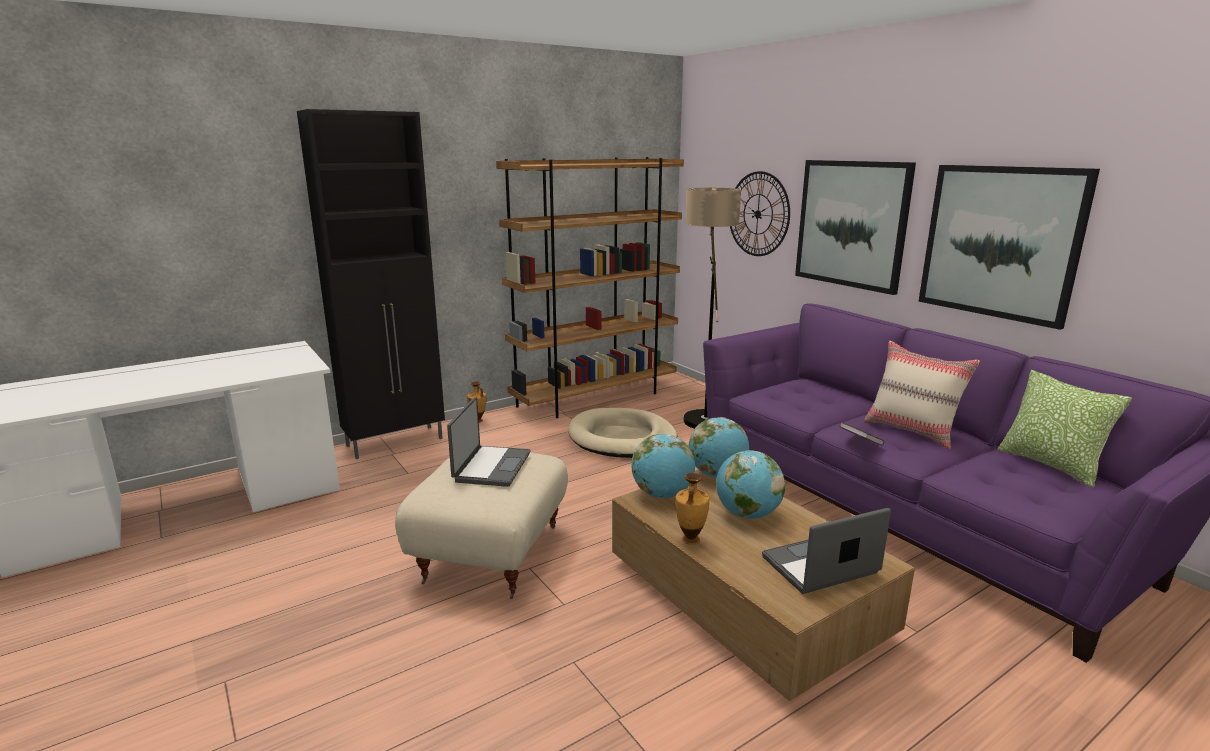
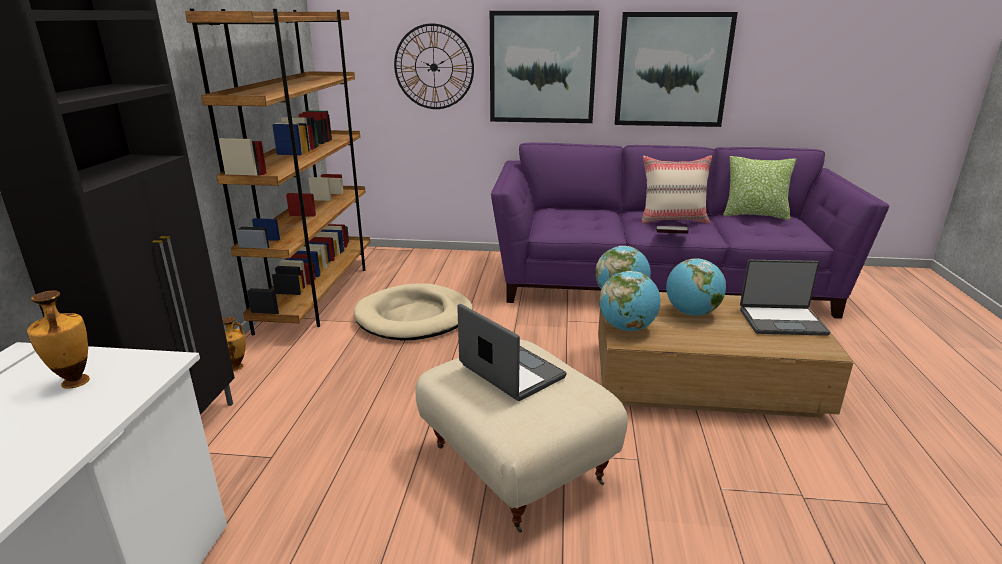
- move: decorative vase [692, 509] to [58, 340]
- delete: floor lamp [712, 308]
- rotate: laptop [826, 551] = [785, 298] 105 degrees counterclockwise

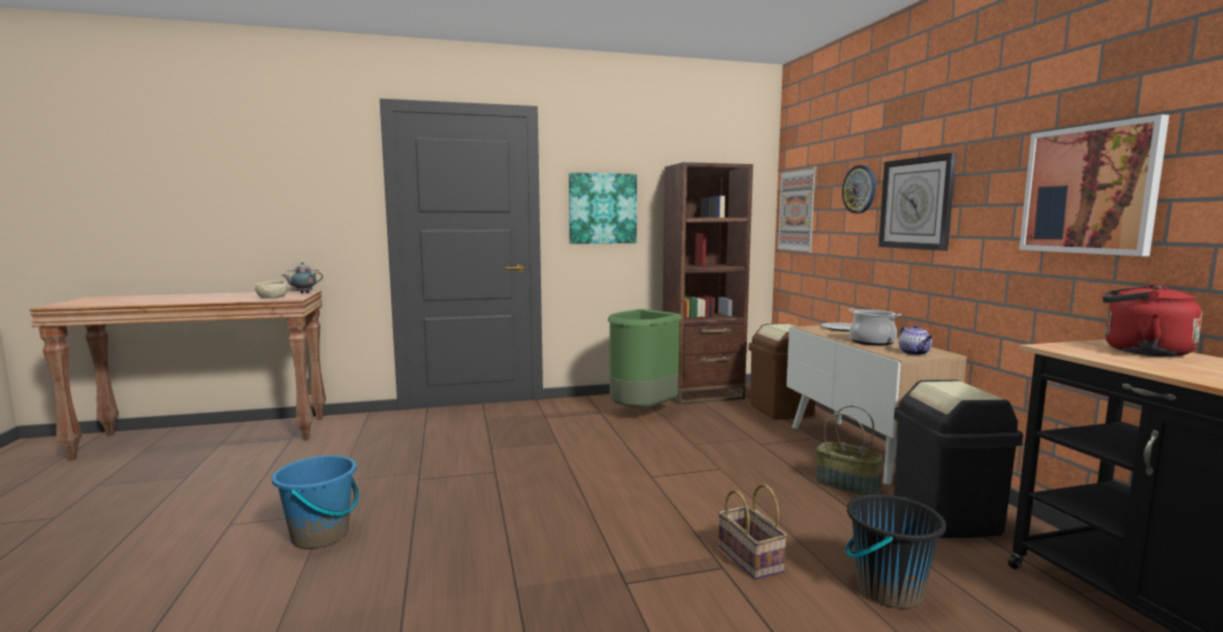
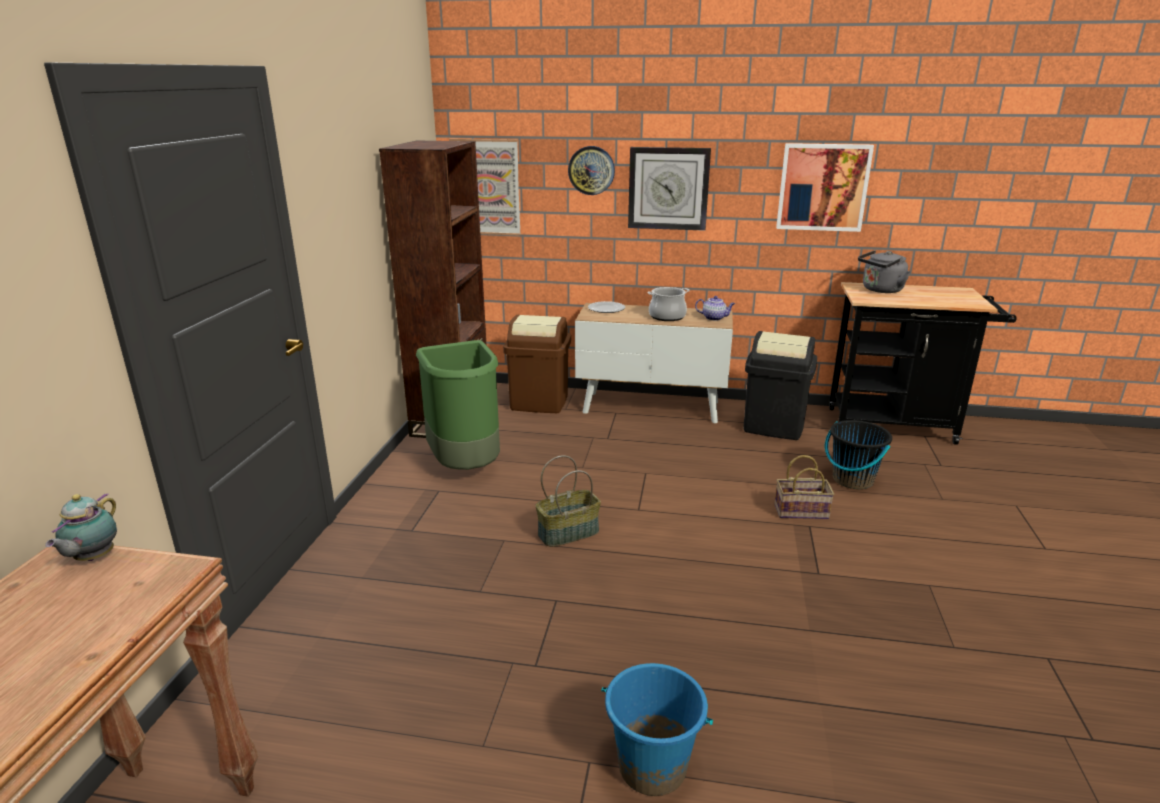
- delete: serving bowl (beige-coloured) [271, 289]
- delete: wall picture [603, 208]
- move: storage basket [850, 450] to [568, 501]
- recolor: water kettle (red-coloured) [1152, 320] to water kettle (grey) [884, 271]

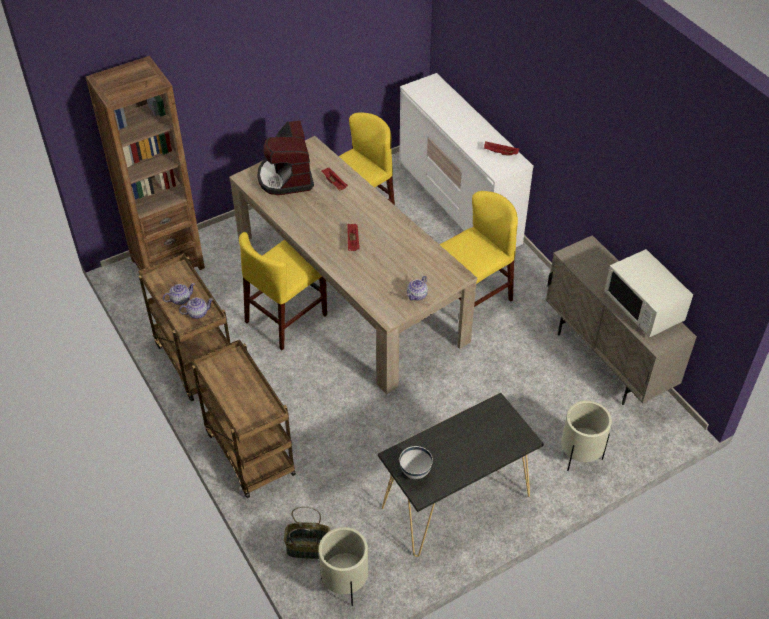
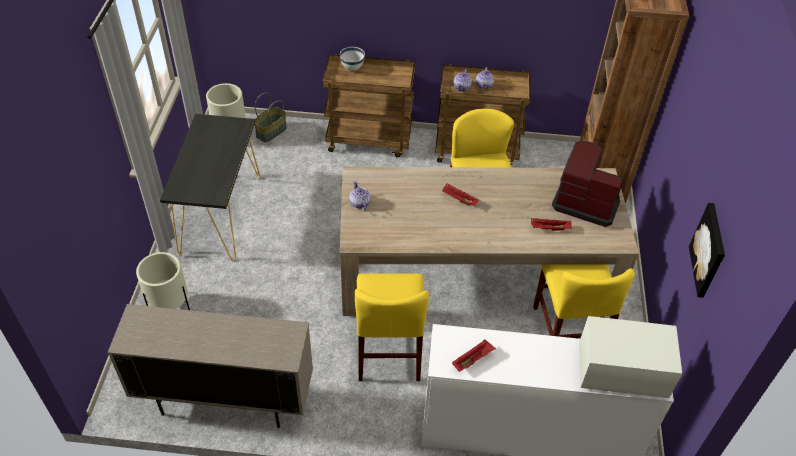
- move: serving bowl (white) [416, 462] to [352, 59]
- move: kitchen microwave (white) [648, 293] to [630, 357]
- insert: wall picture [707, 250]

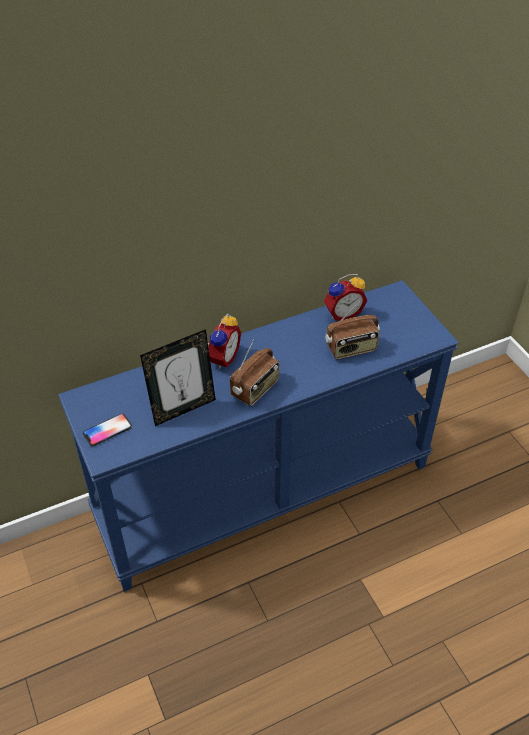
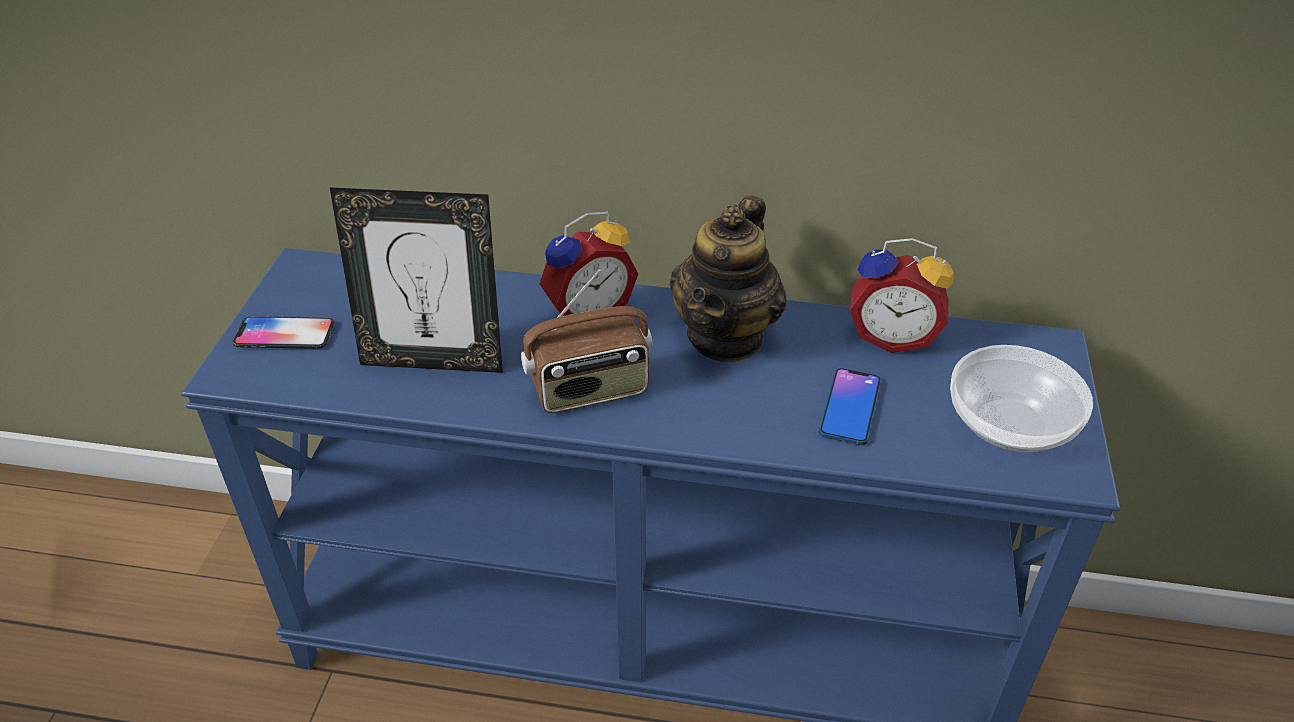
- replace: radio set [352, 329] to telephone [850, 406]
- insert: pot for tea [728, 278]
- insert: serving bowl [1021, 398]

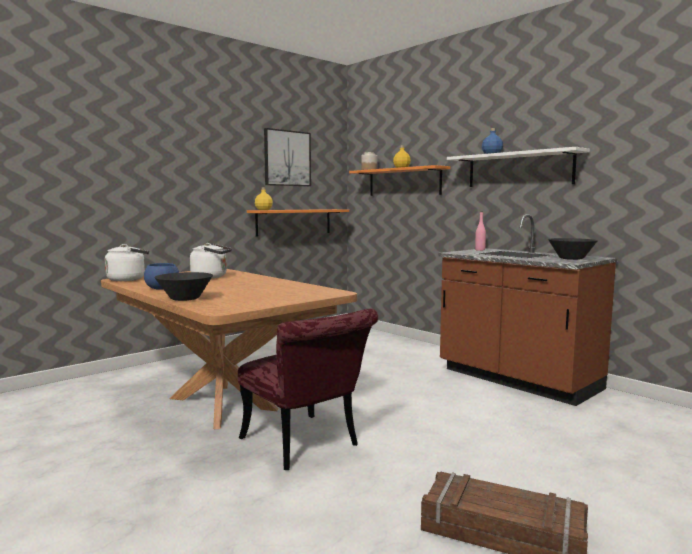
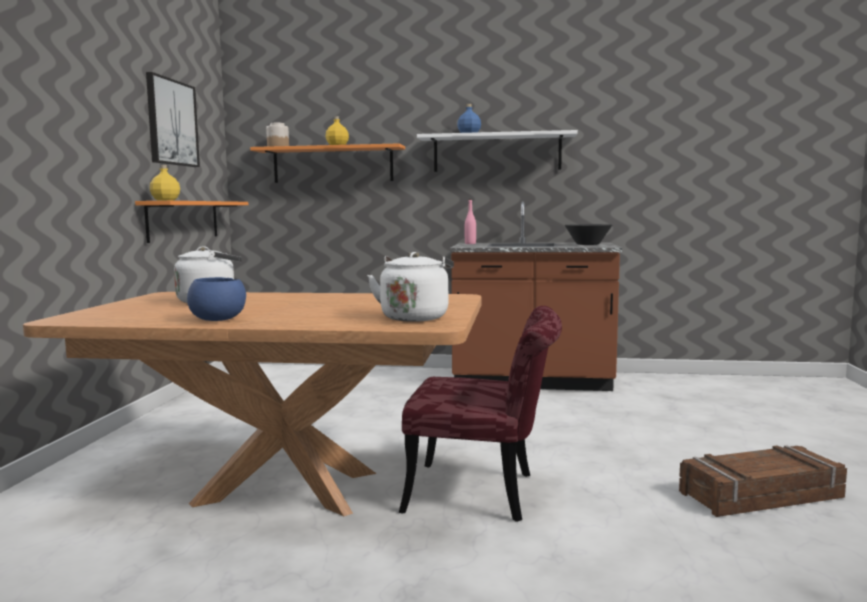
- move: water kettle (white) [127, 262] to [410, 287]
- delete: serving bowl (black-coloured) [183, 286]

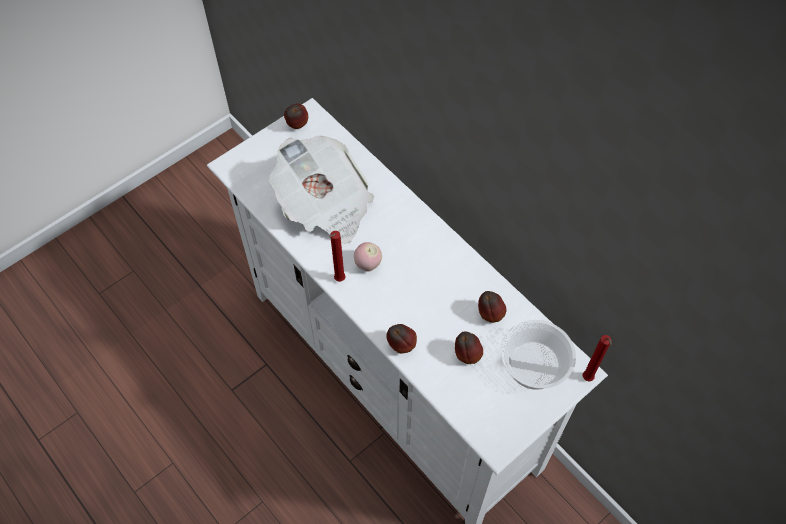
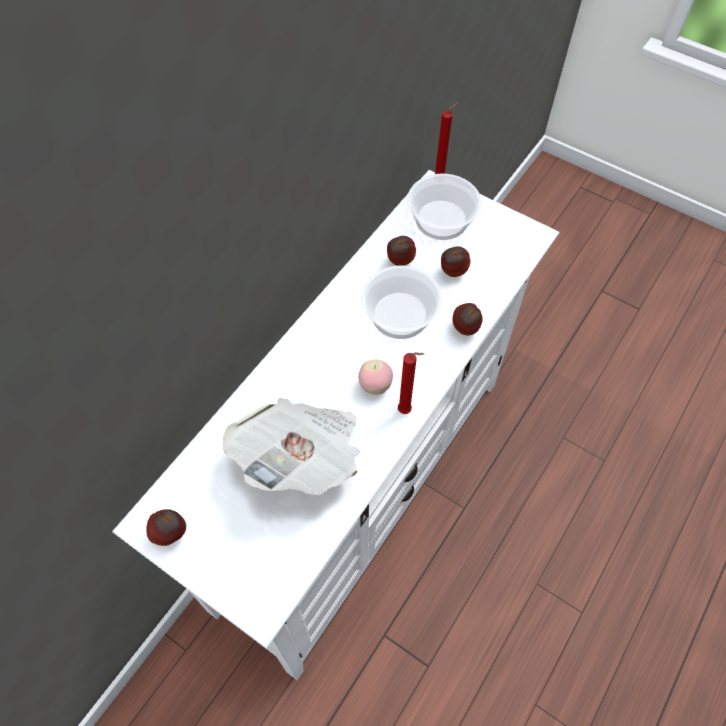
- insert: serving bowl [401, 302]

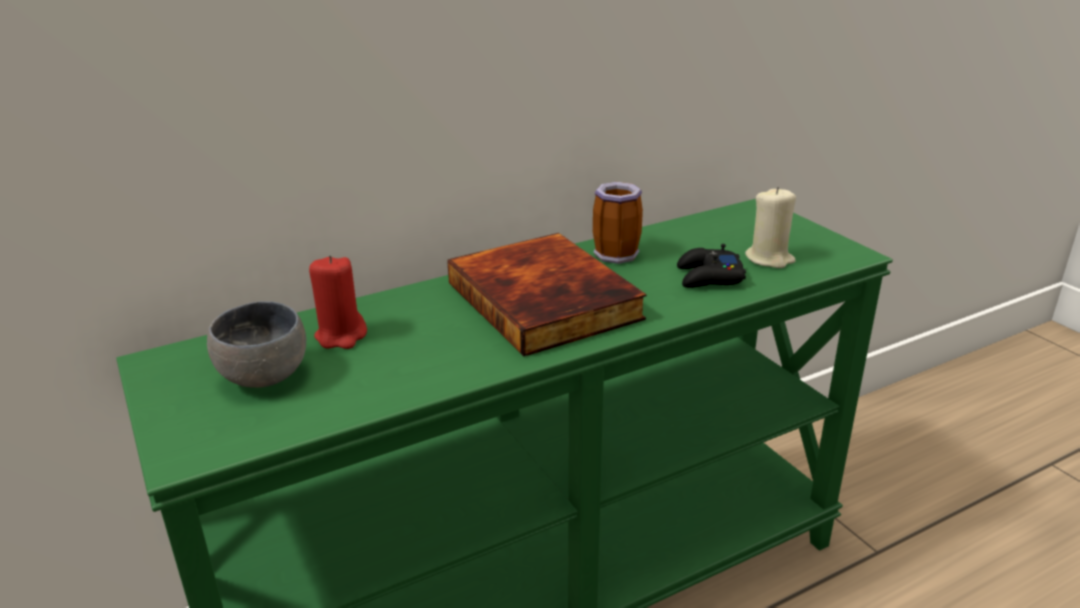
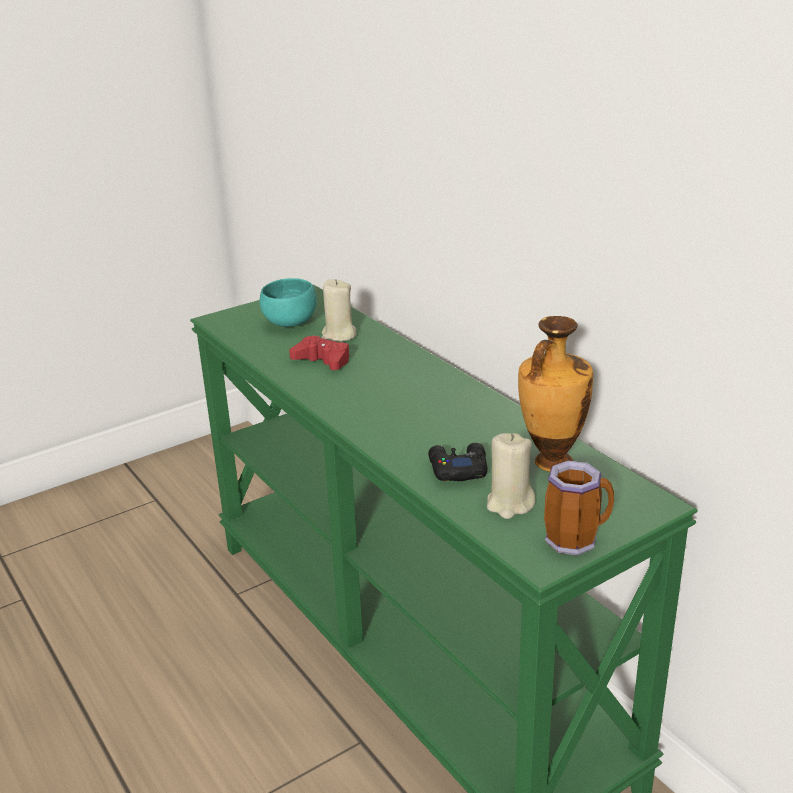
- recolor: serving bowl (grey) [256, 344] to serving bowl (turquoise-coloured) [288, 302]
- recolor: wax light (red-coloured) [338, 302] to wax light (beige-coloured) [339, 310]
- delete: bound book [547, 295]
- move: coffee mug [618, 223] to [579, 508]
- insert: joypad (red-coloured) [319, 352]
- insert: decorative vase [555, 394]

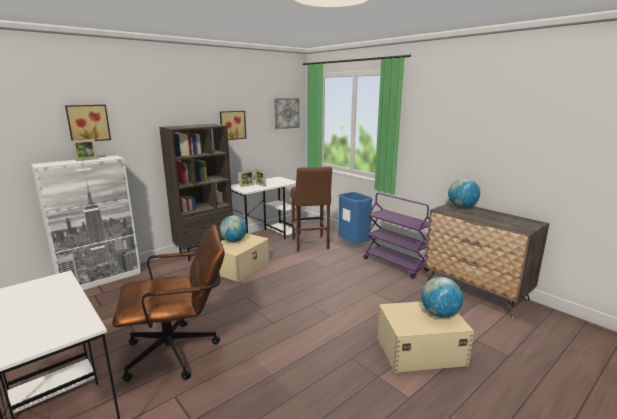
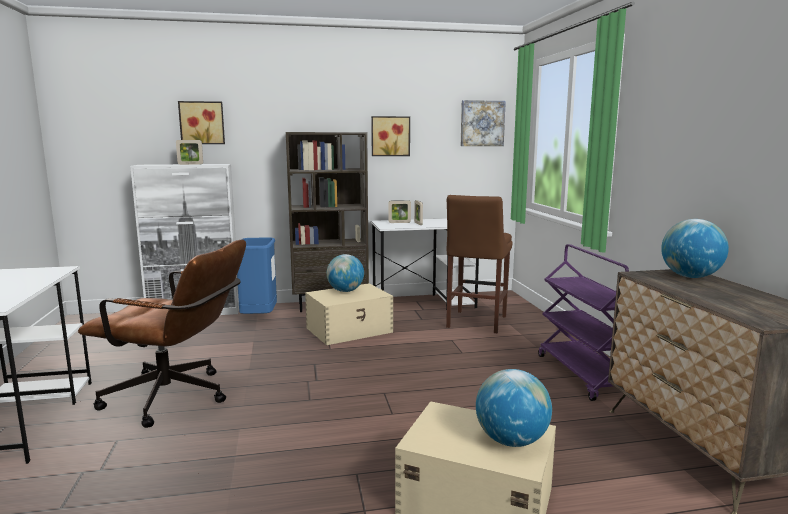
- move: trash can (blue-coloured) [355, 218] to [257, 275]

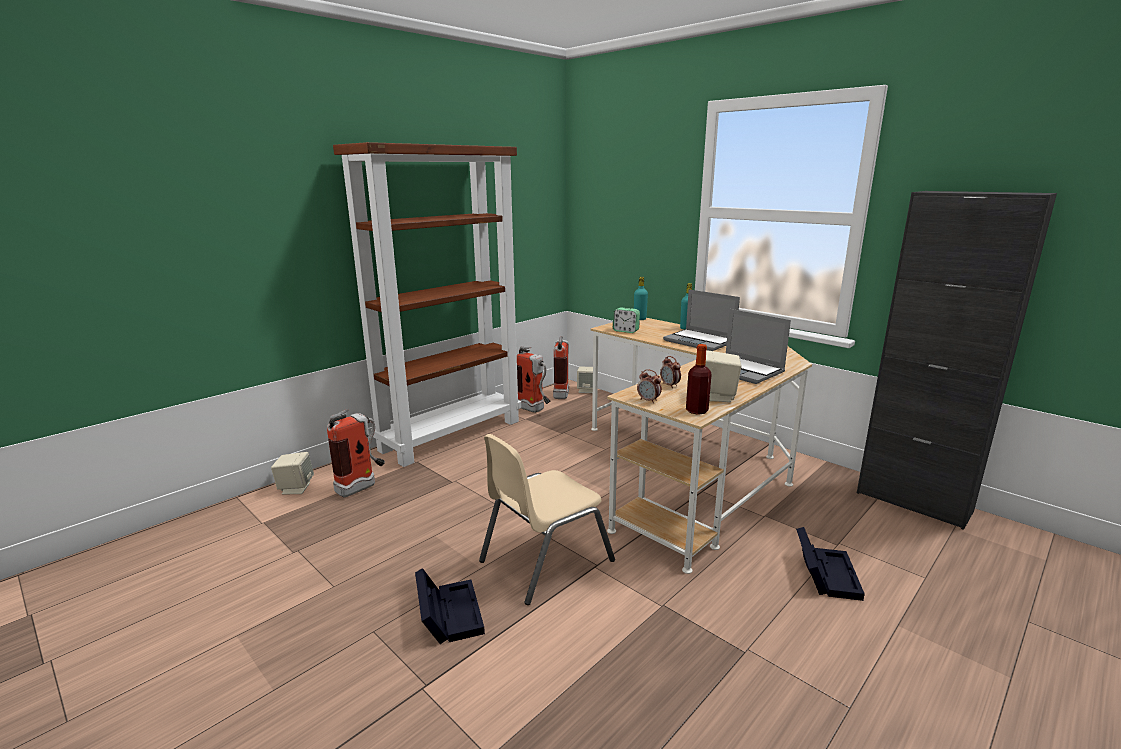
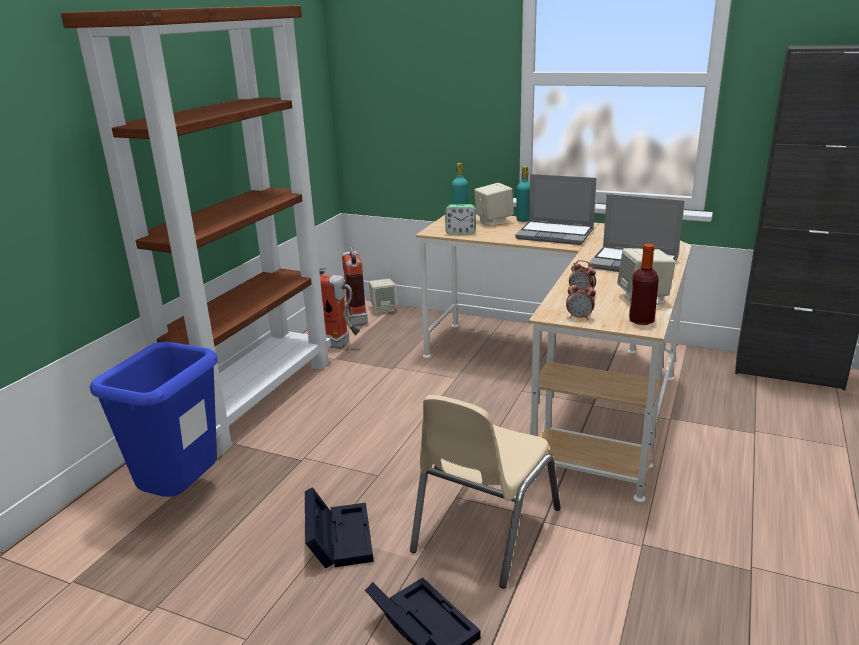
- move: loudspeaker (beige-coloured) [292, 473] to [494, 204]
- replace: fire-fighting cylinder [356, 453] to trash can (blue-coloured) [154, 419]
- move: storage container (black-coloured) [830, 564] to [339, 527]

